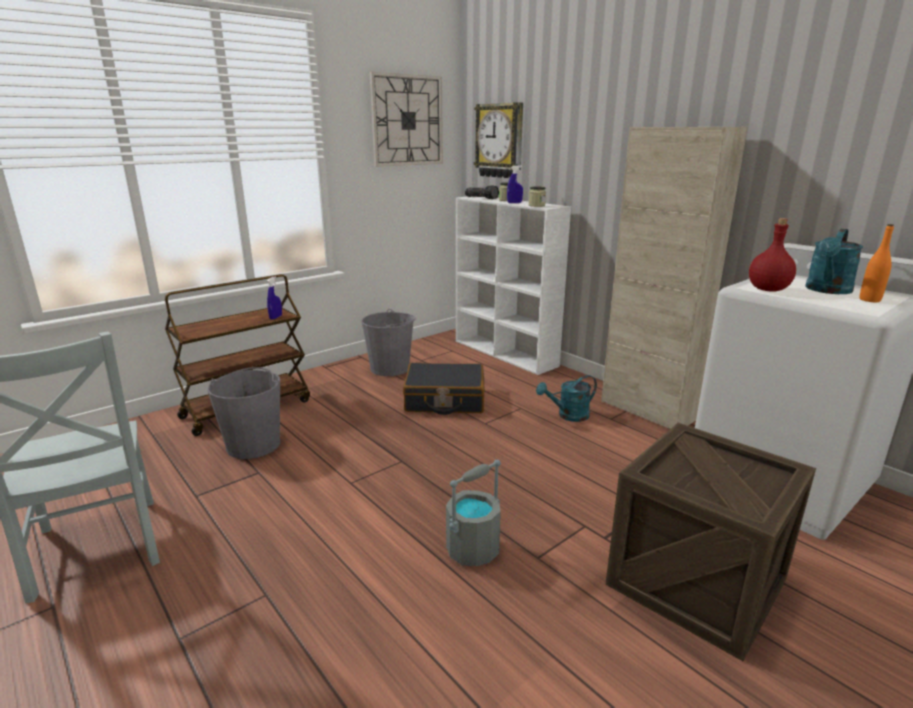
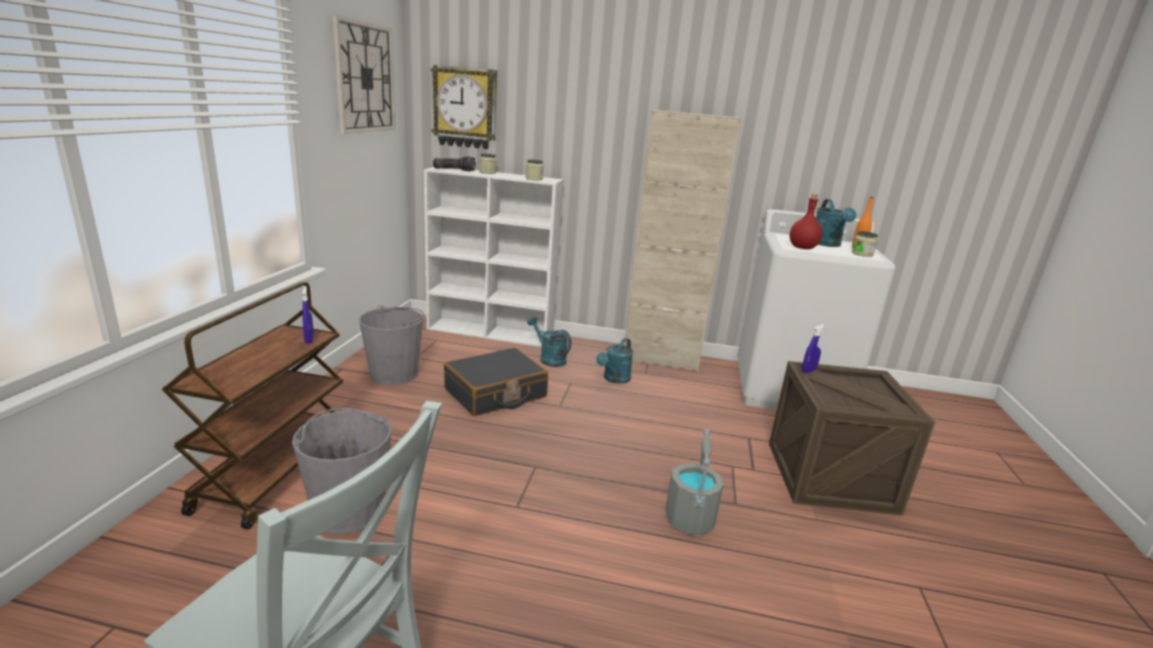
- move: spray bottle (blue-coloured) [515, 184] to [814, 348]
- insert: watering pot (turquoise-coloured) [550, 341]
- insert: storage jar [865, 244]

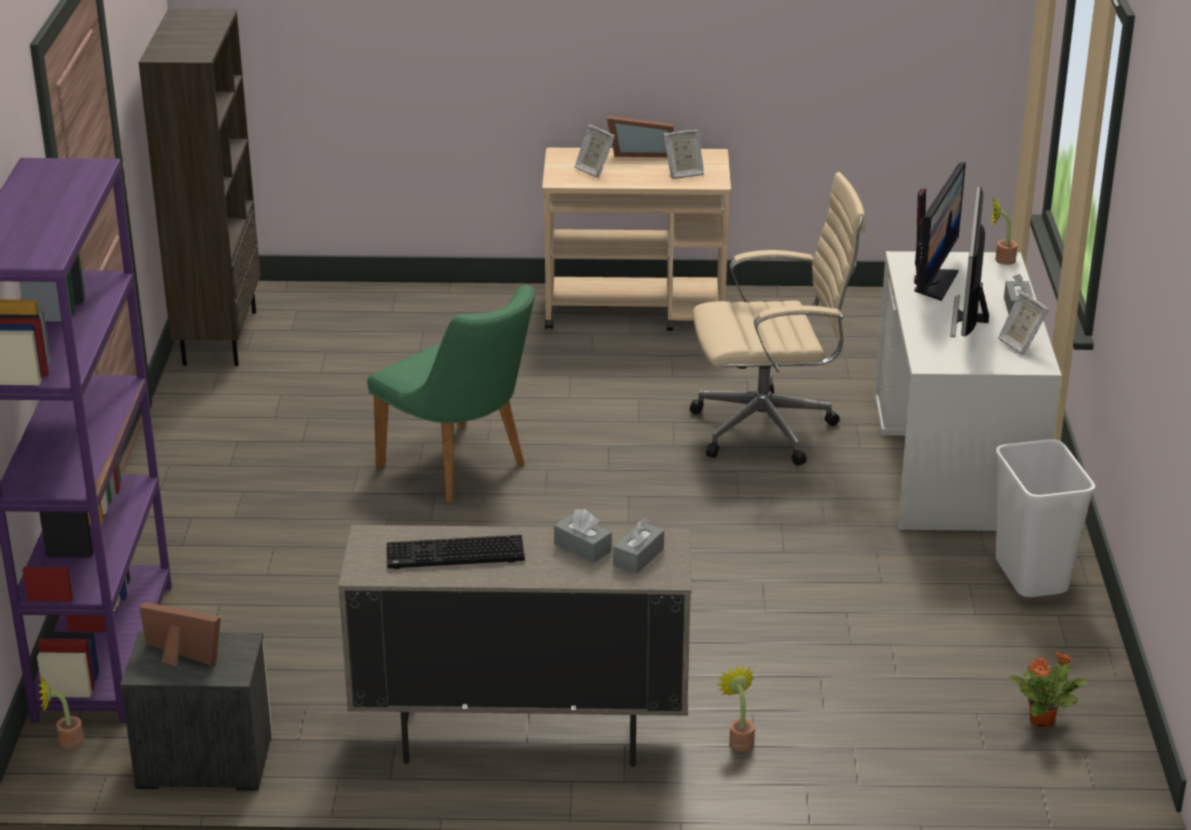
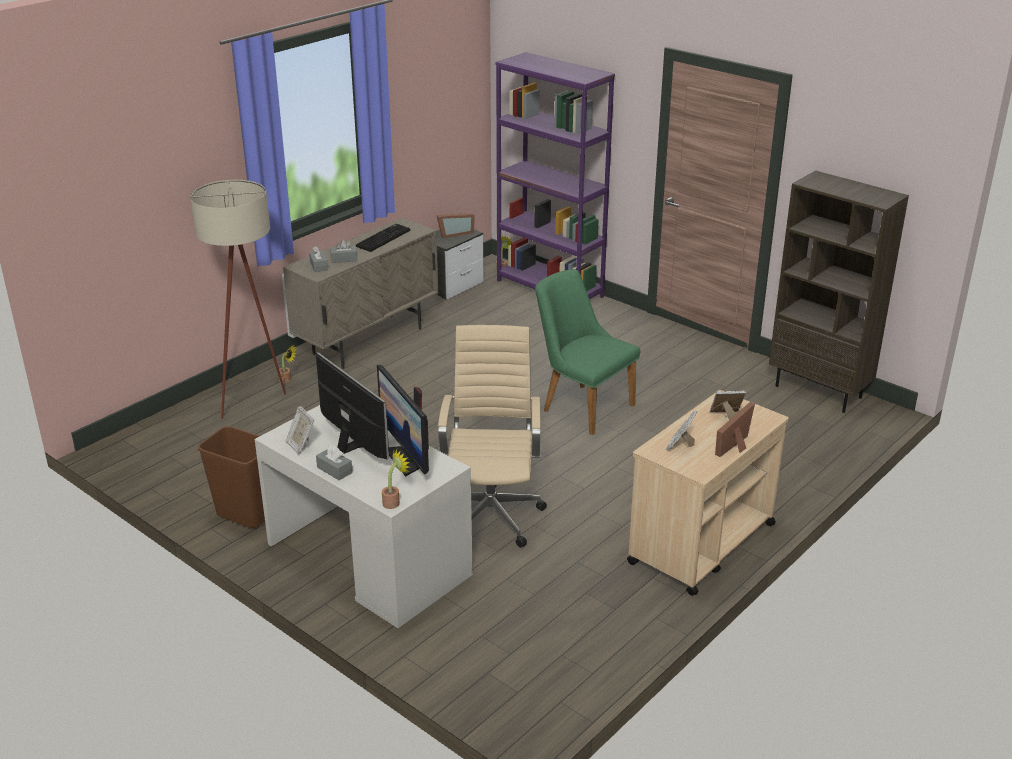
- rotate: plain chair (greenish) [451, 394] = [587, 352] 45 degrees clockwise
- rotate: computer chair (beige-coloured) [778, 319] = [492, 436] 150 degrees clockwise
- recolor: trash can (white) [1045, 518] to trash can (brown) [231, 477]
- rotate: standing frame [1023, 323] = [300, 430] 135 degrees counterclockwise
- delete: plant in a pot [1049, 689]
- insert: floor lamp (beige-coloured) [238, 299]

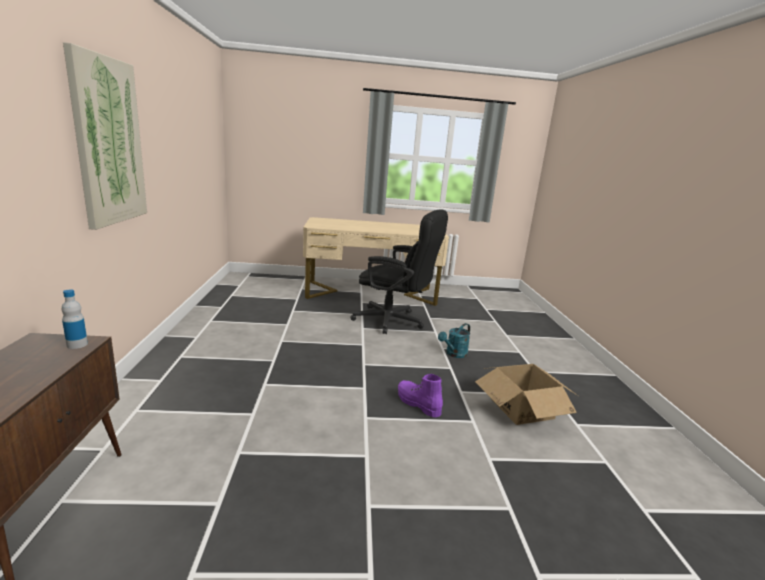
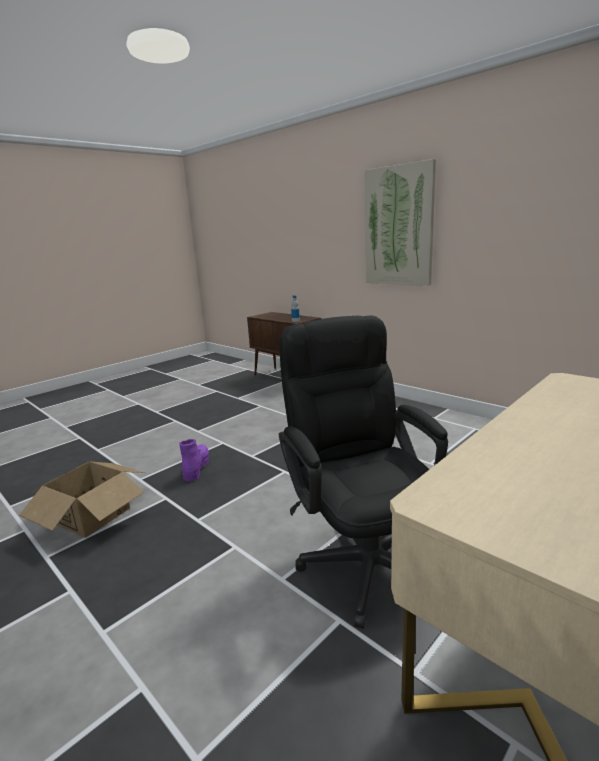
- rotate: computer chair (black-coloured) [399, 271] = [363, 472] 90 degrees clockwise
- rotate: boot (purple-coloured) [420, 395] = [194, 460] 90 degrees counterclockwise
- delete: watering pot (turquoise-coloured) [454, 340]

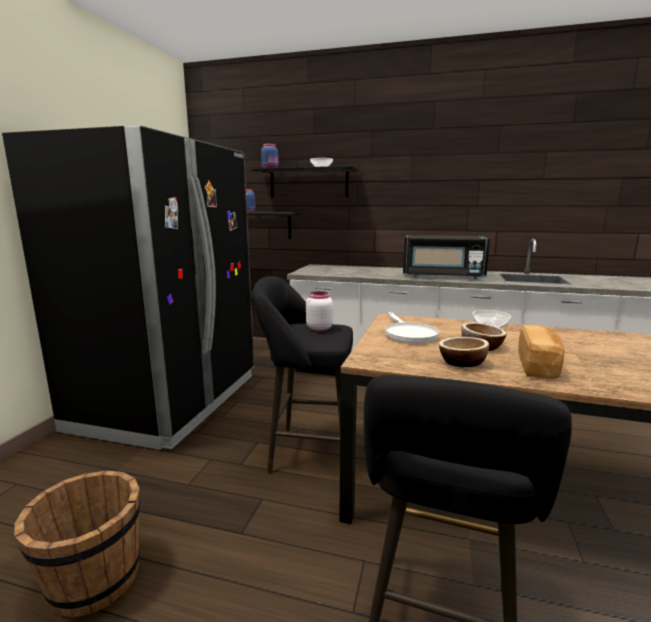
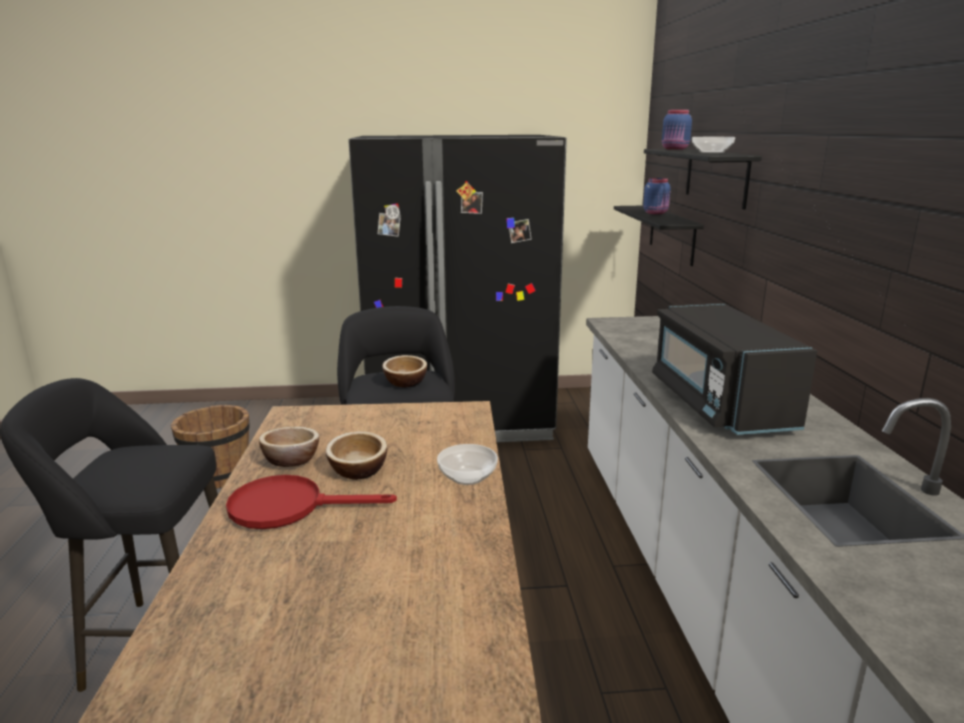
- replace: storage jar (white) [319, 311] to serving bowl [404, 371]
- delete: frying pan (white) [412, 328]
- replace: bakery bread [541, 352] to frying pan (red-coloured) [311, 502]

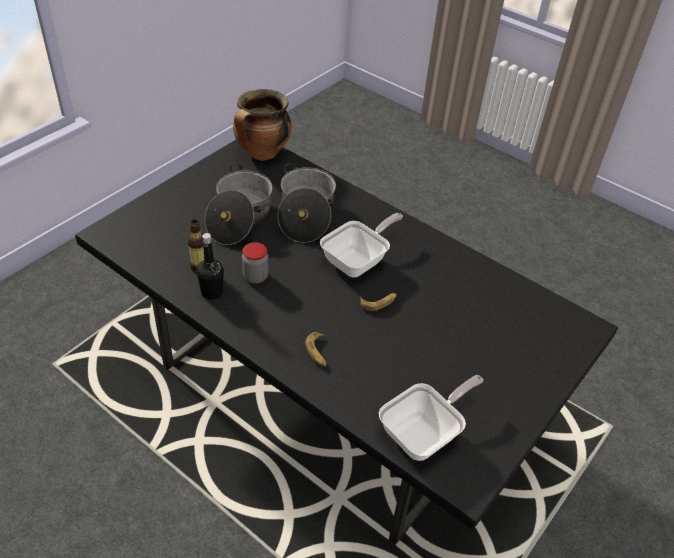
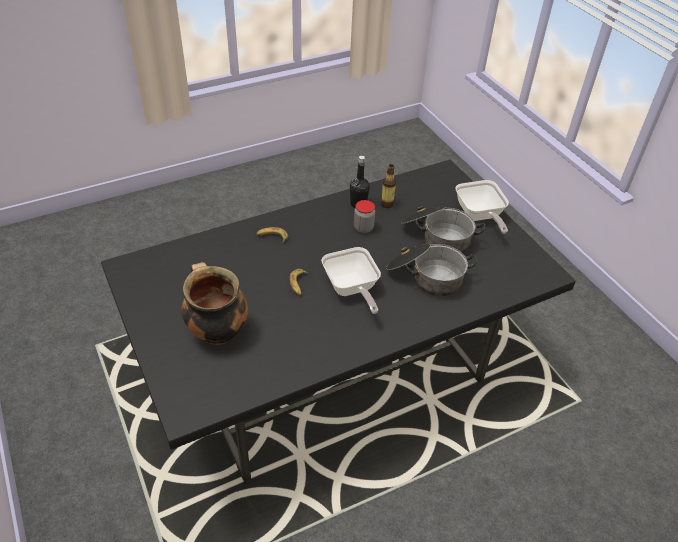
- move: cooking pot [262, 124] to [215, 303]
- move: frying pan [431, 418] to [482, 207]

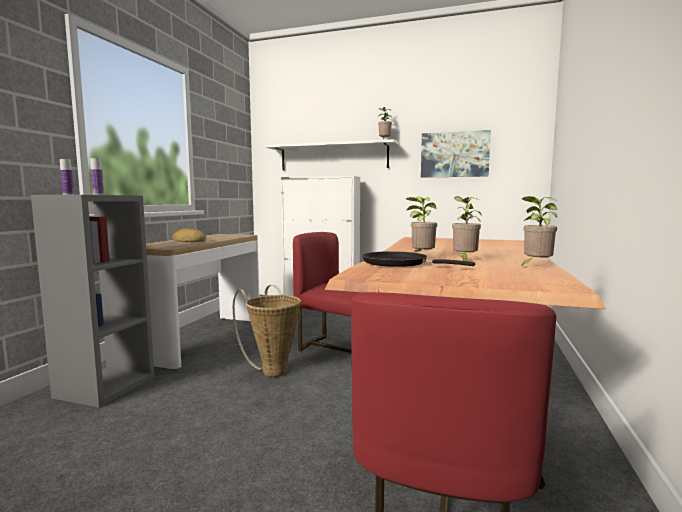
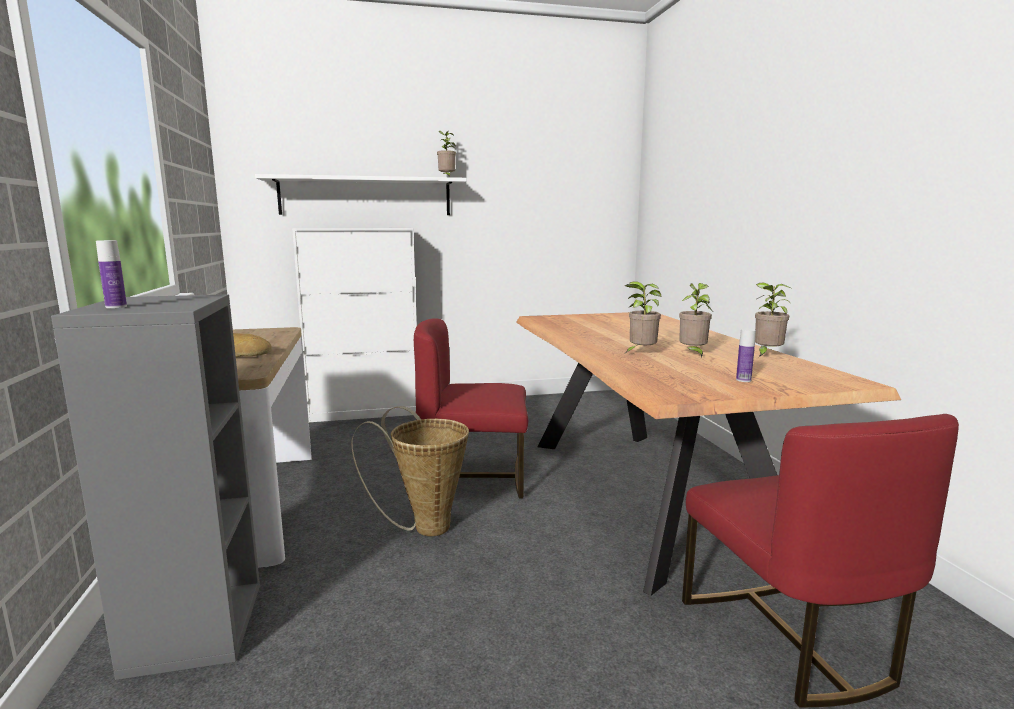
- move: drink bottle [97, 176] to [746, 355]
- delete: frying pan (black-coloured) [418, 259]
- delete: wall picture [456, 154]

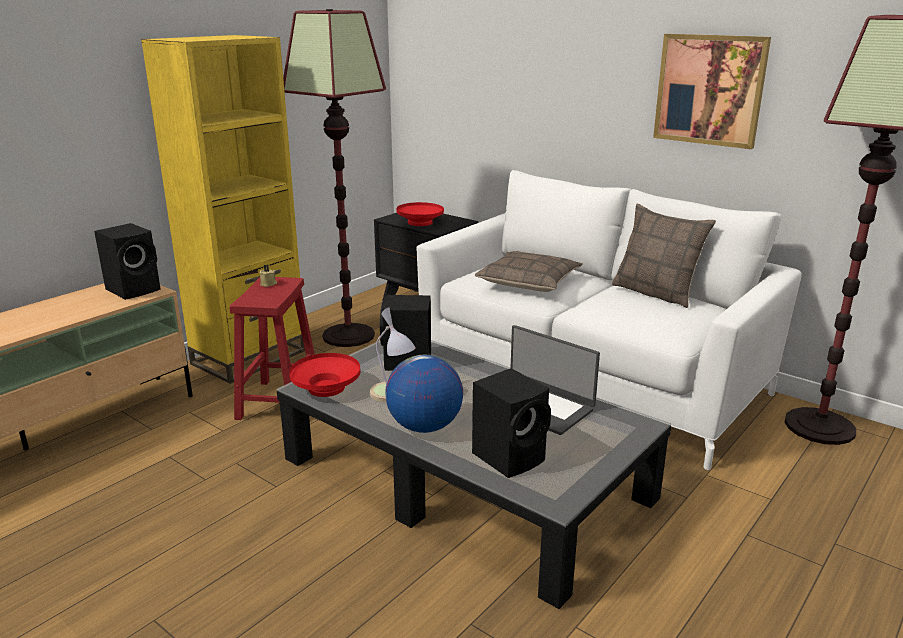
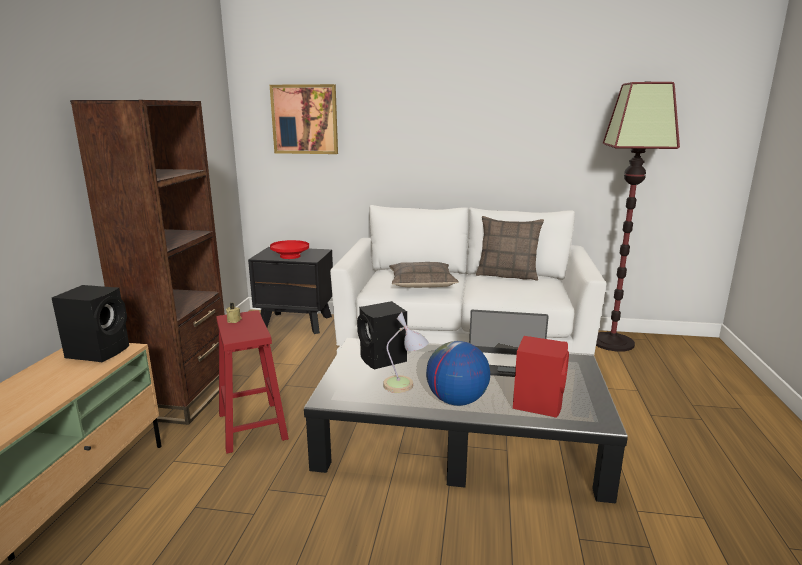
- recolor: bookcase (yellow) [223, 209] to bookcase (brown) [147, 262]
- delete: floor lamp [334, 178]
- delete: serving bowl (red-coloured) [325, 375]
- recolor: loudspeaker (black-coloured) [511, 423] to loudspeaker (red-coloured) [541, 377]
- move: wall picture [712, 91] to [304, 119]

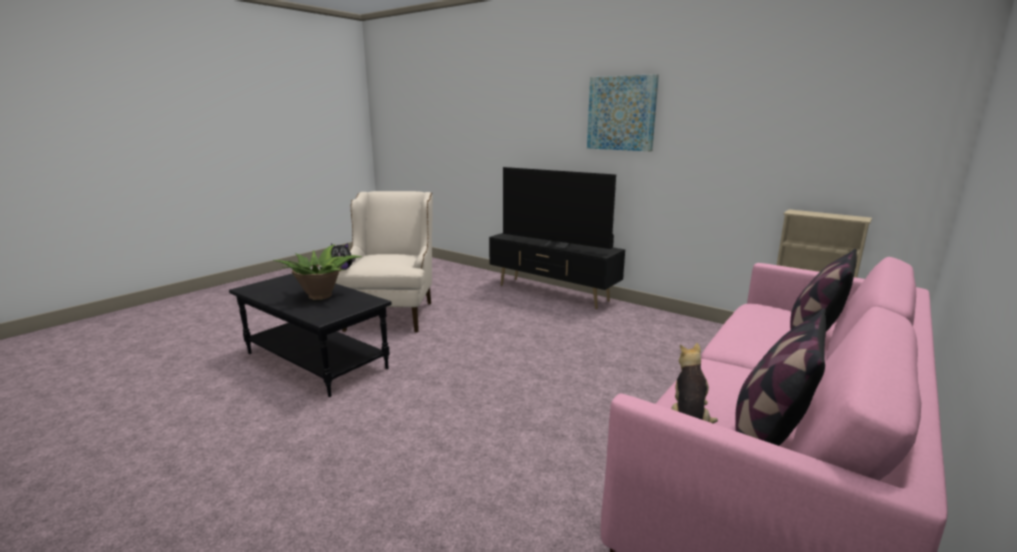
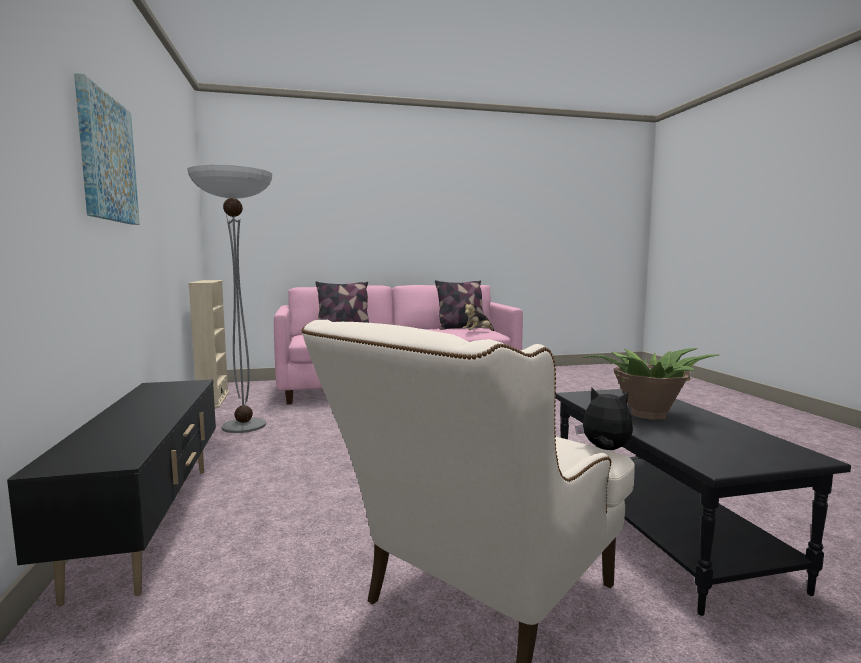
- delete: TV [559, 208]
- insert: floor lamp [229, 299]

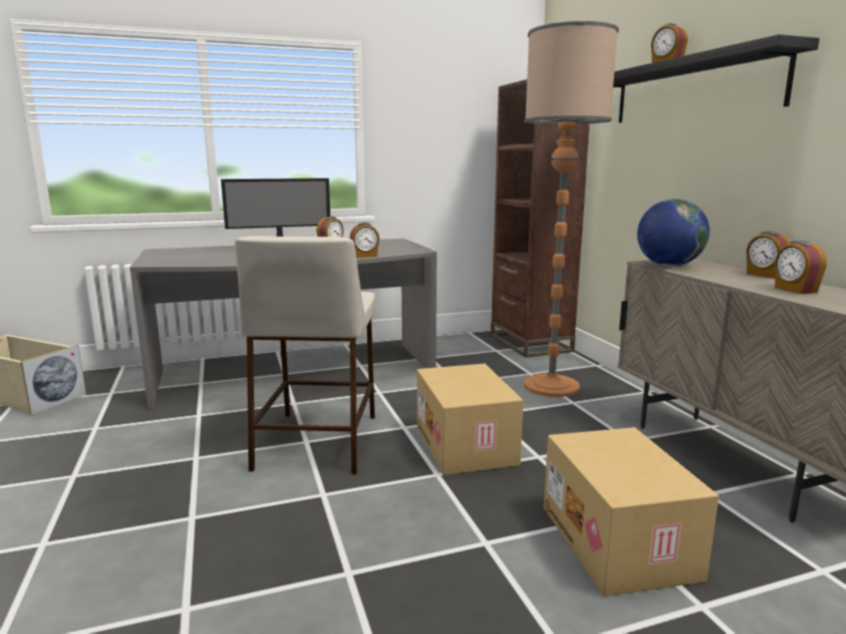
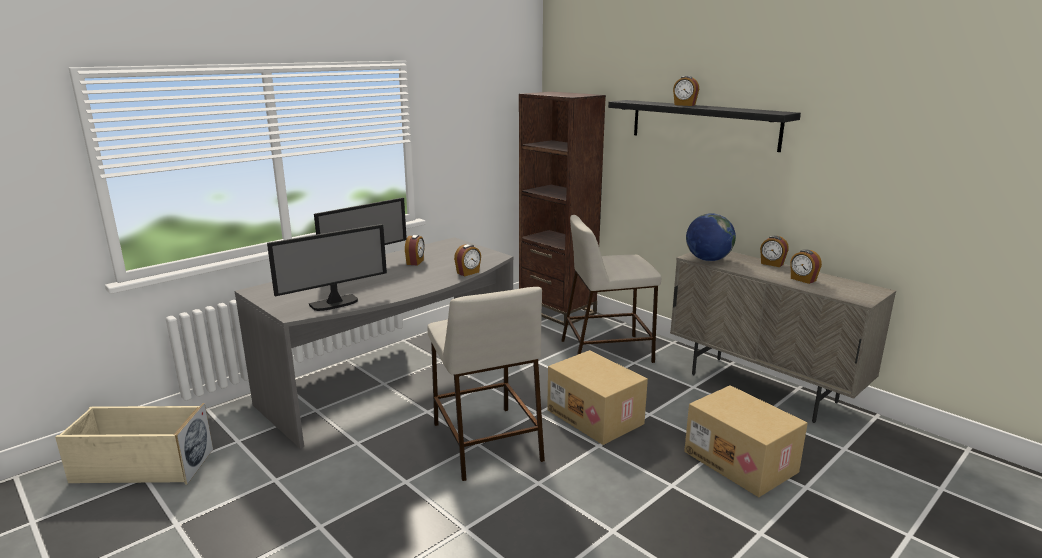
- replace: floor lamp [571, 209] to stool (beige-coloured) [611, 289]
- insert: monitor [327, 267]

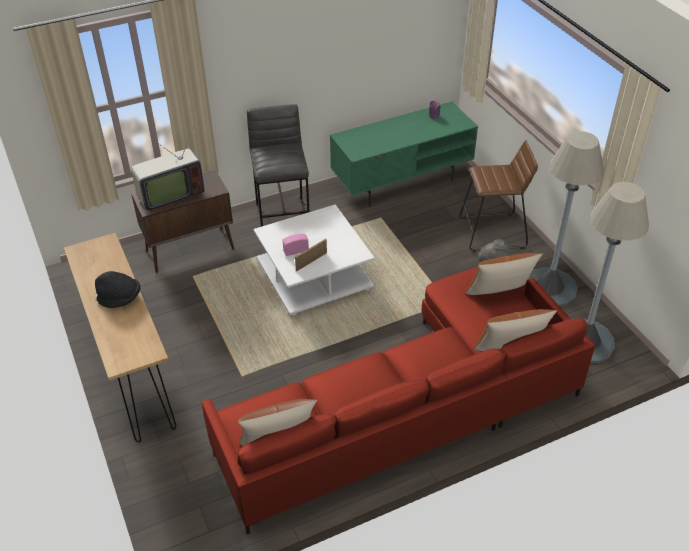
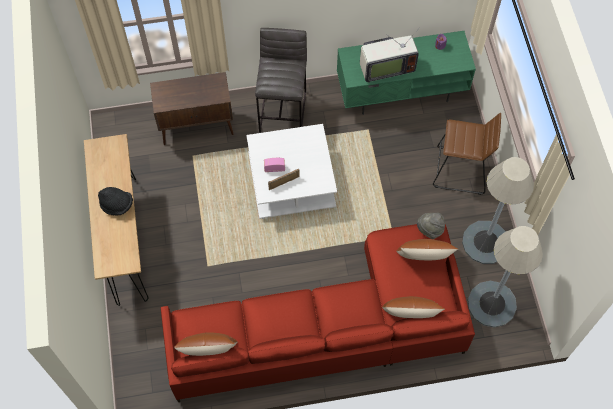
- move: TV [167, 169] to [390, 54]

